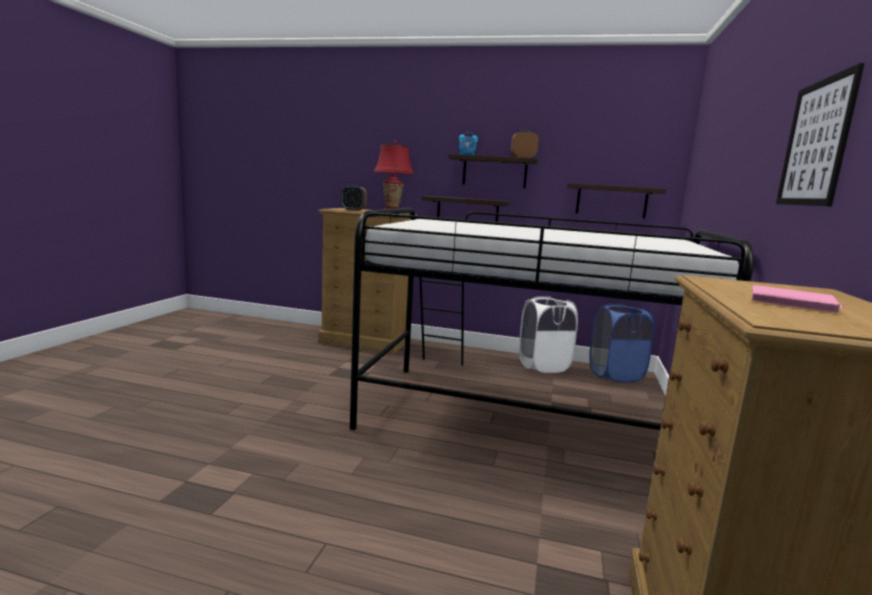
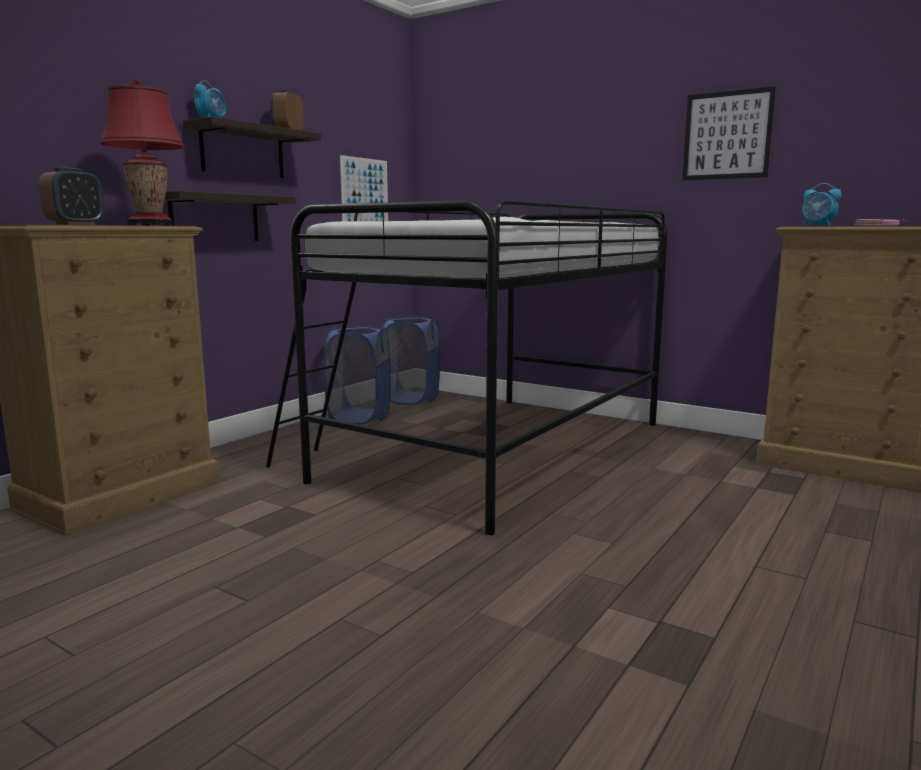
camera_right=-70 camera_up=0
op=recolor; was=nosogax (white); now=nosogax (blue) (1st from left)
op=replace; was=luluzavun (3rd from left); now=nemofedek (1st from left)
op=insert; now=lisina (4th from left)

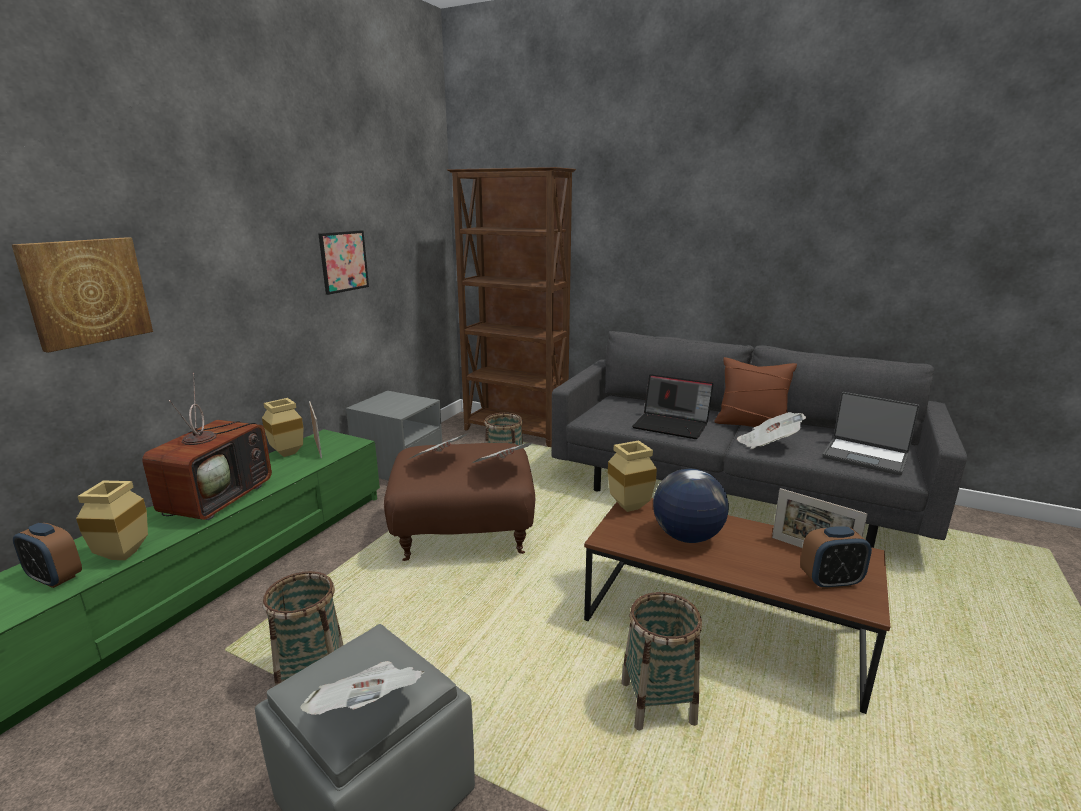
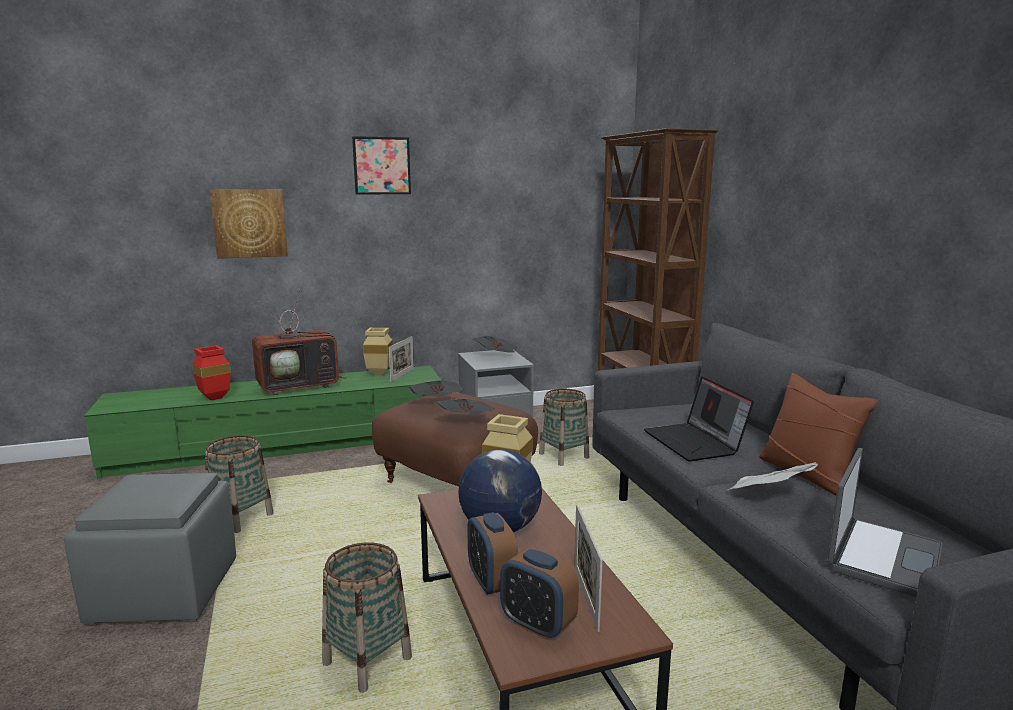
camera_right=45 camera_up=-5
op=recolor; was=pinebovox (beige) (1st from left); now=pinebovox (red)
op=move; was=nemofedek (2nd from left)
op=move; was=lisina (1st from left)
op=move; was=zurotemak (1st from left in the first image); now=zurotemak (3rd from left)
op=rotate; was=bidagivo (2nd from left); clockwise=-135

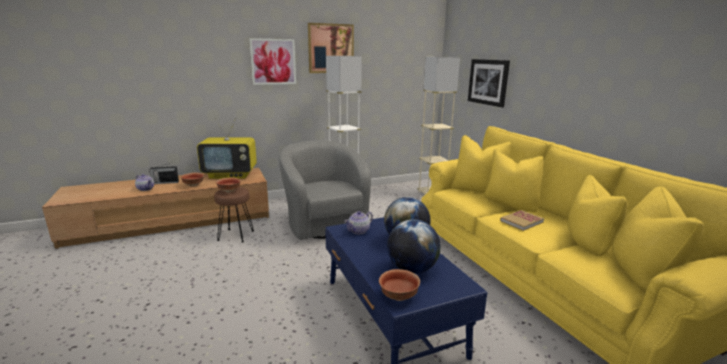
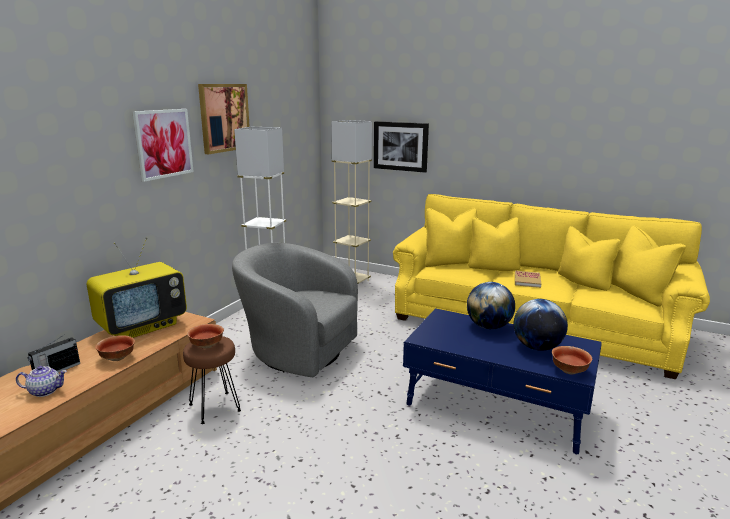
camera_right=-40 camera_up=0
op=delete; was=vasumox (2nd from left)

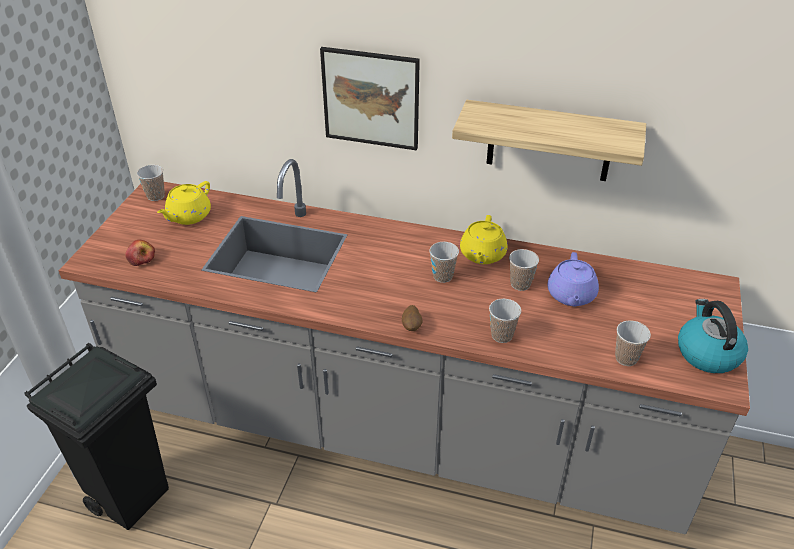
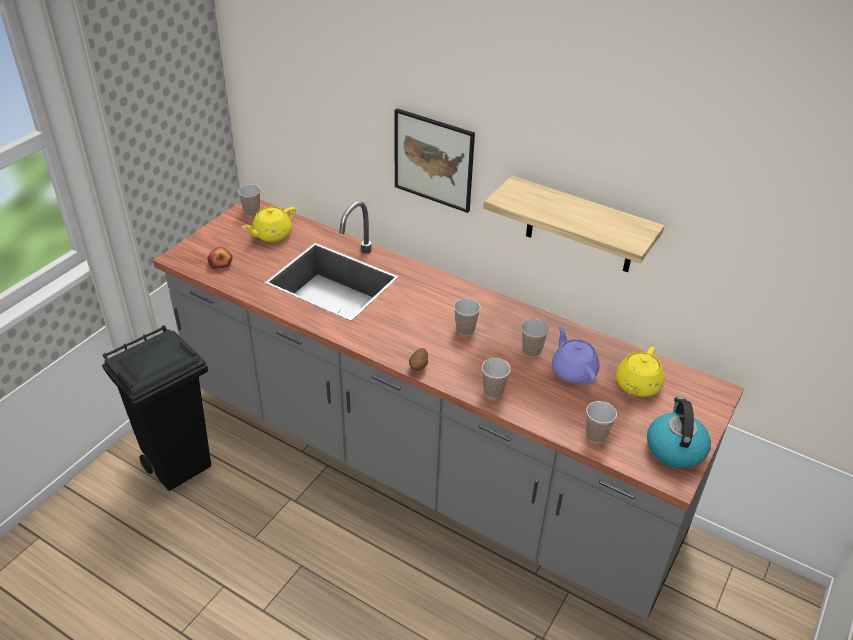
camera_right=15 camera_up=0
op=rotate; was=vasumox (purple); clockwise=135
op=move; was=vasumox (yellow) (2nd from left)

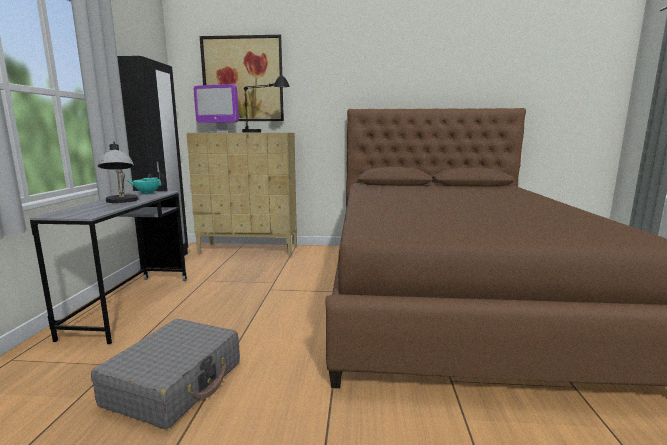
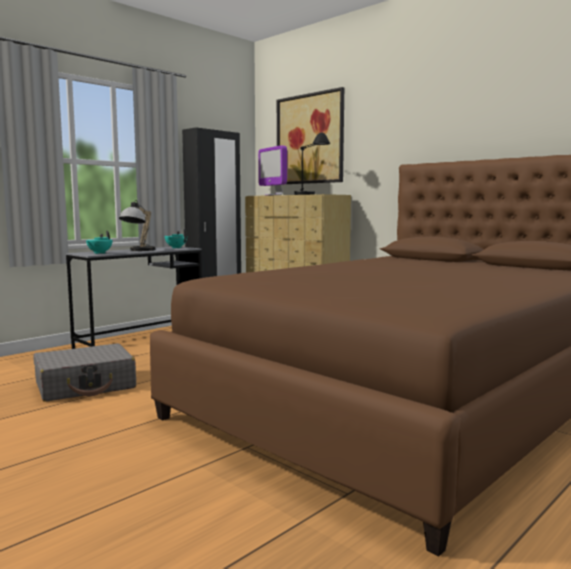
camera_right=40 camera_up=-5
op=insert; now=vasumox (turquoise) (1st from left)

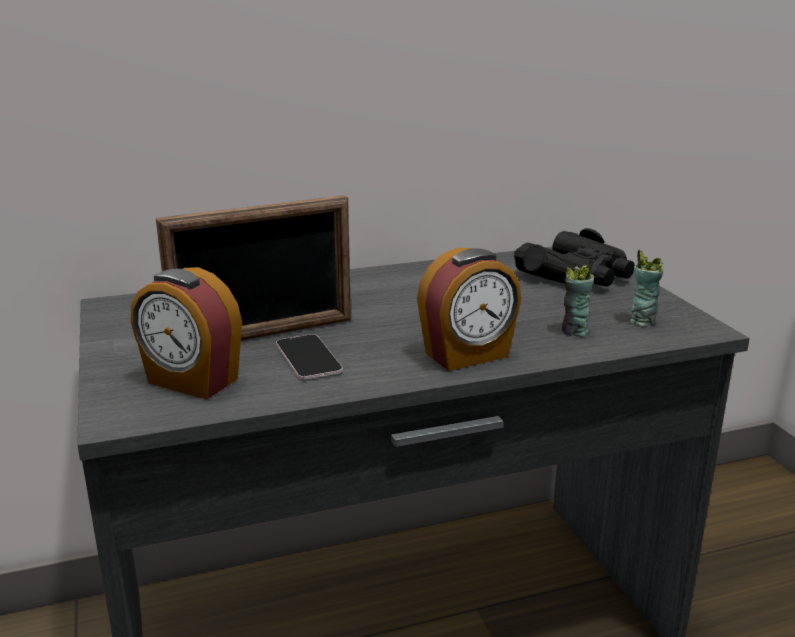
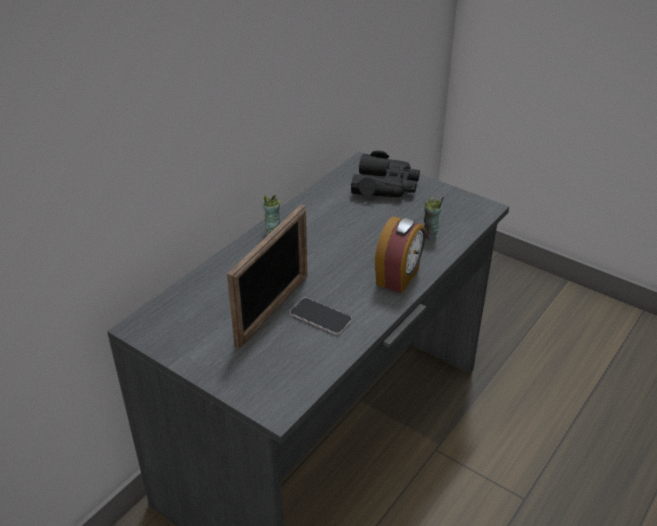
camera_right=-35 camera_up=15
op=move; was=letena (2nd from left in the first image); now=letena (1st from left)
op=delete; was=lisina (1st from left)

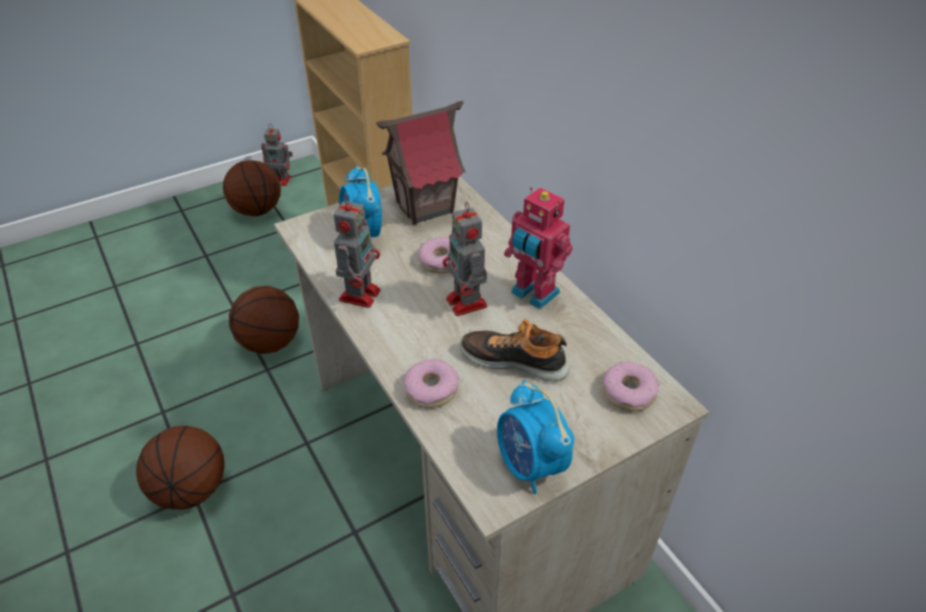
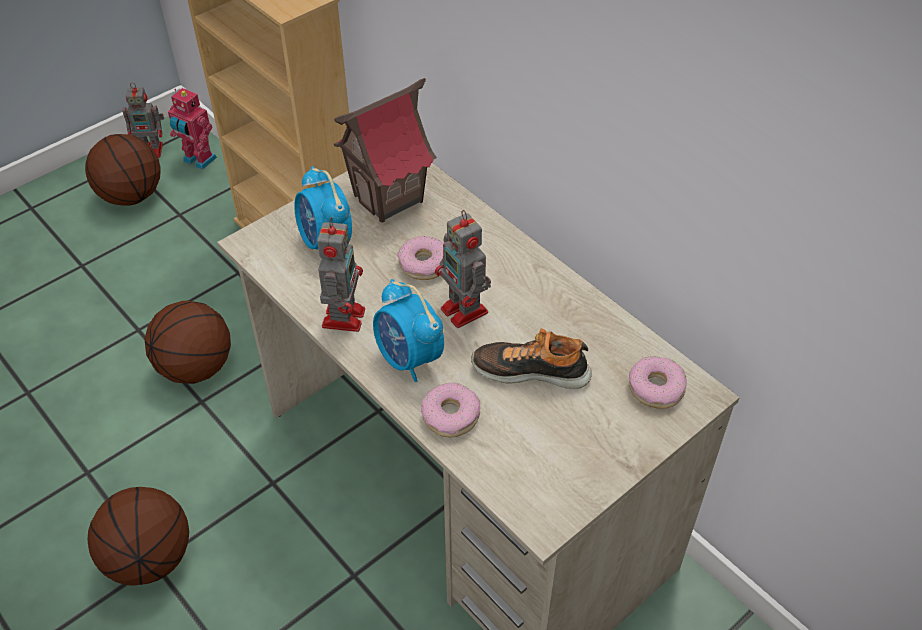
camera_right=-10 camera_up=5
op=move; was=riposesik (4th from left in the first image); now=riposesik (2nd from left)
op=move; was=lisina (2nd from left)

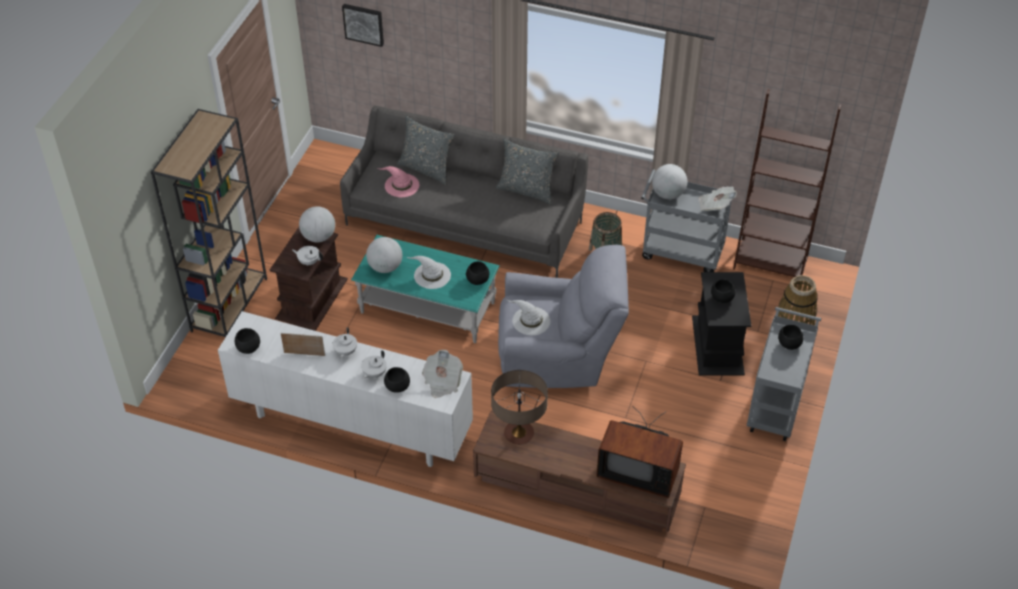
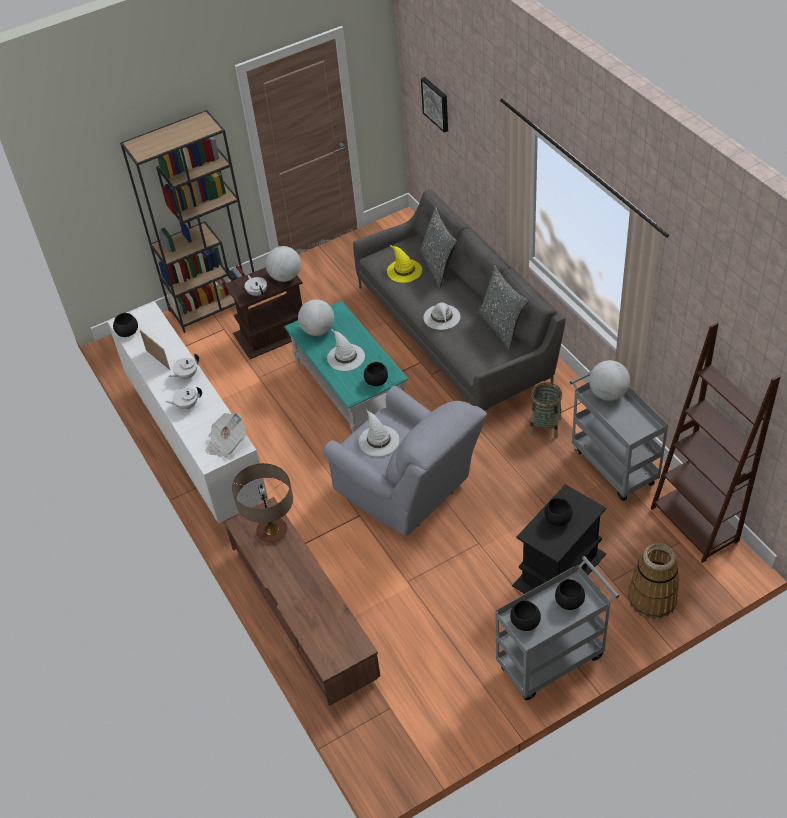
camera_right=45 camera_up=0
op=recolor; was=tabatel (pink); now=tabatel (yellow)
op=insert; now=tabatel (white) (3rd from left)
op=move; was=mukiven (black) (2nd from left in the first image); now=mukiven (black) (3rd from left)
op=delete; was=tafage
op=delete; was=zurotemak (2nd from left)

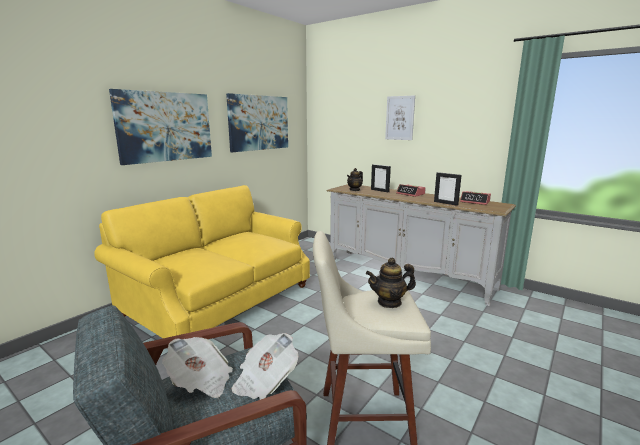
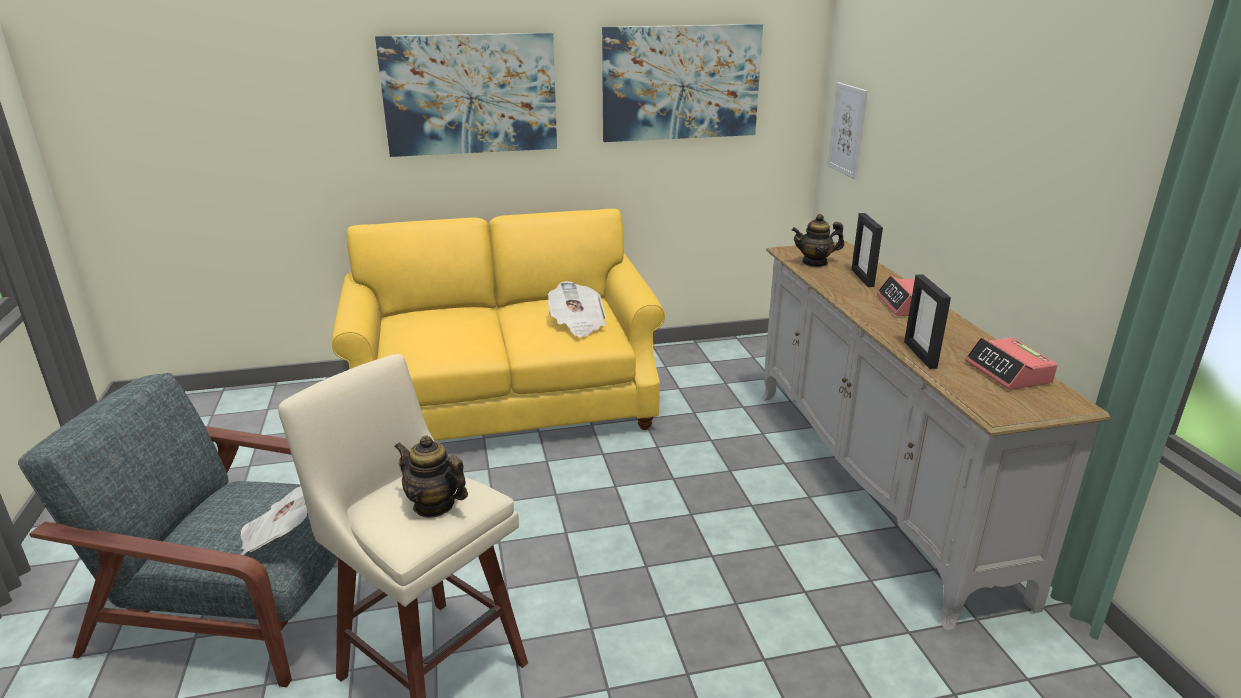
camera_right=40 camera_up=10
op=move; was=zurotemak (1st from left in the first image); now=zurotemak (2nd from left)
op=move; was=nemofedek (3rd from left)

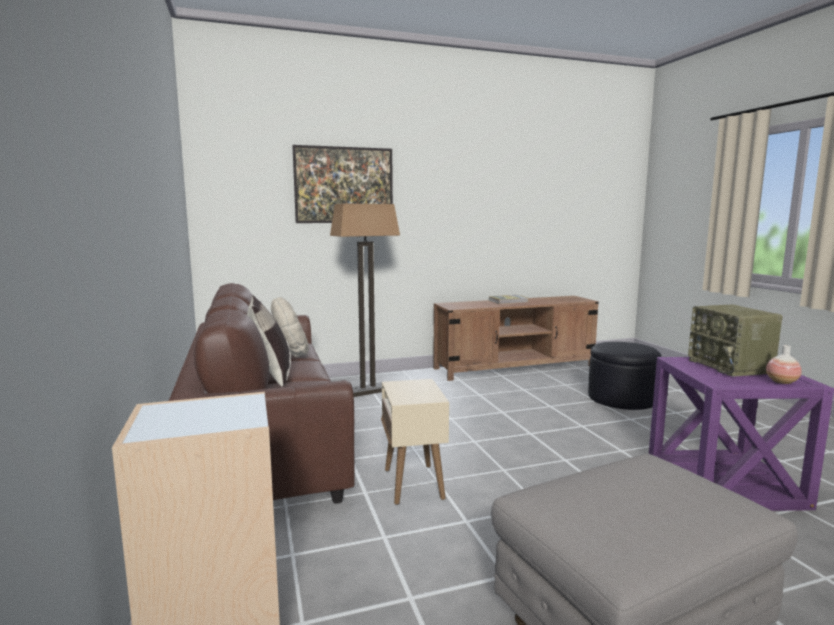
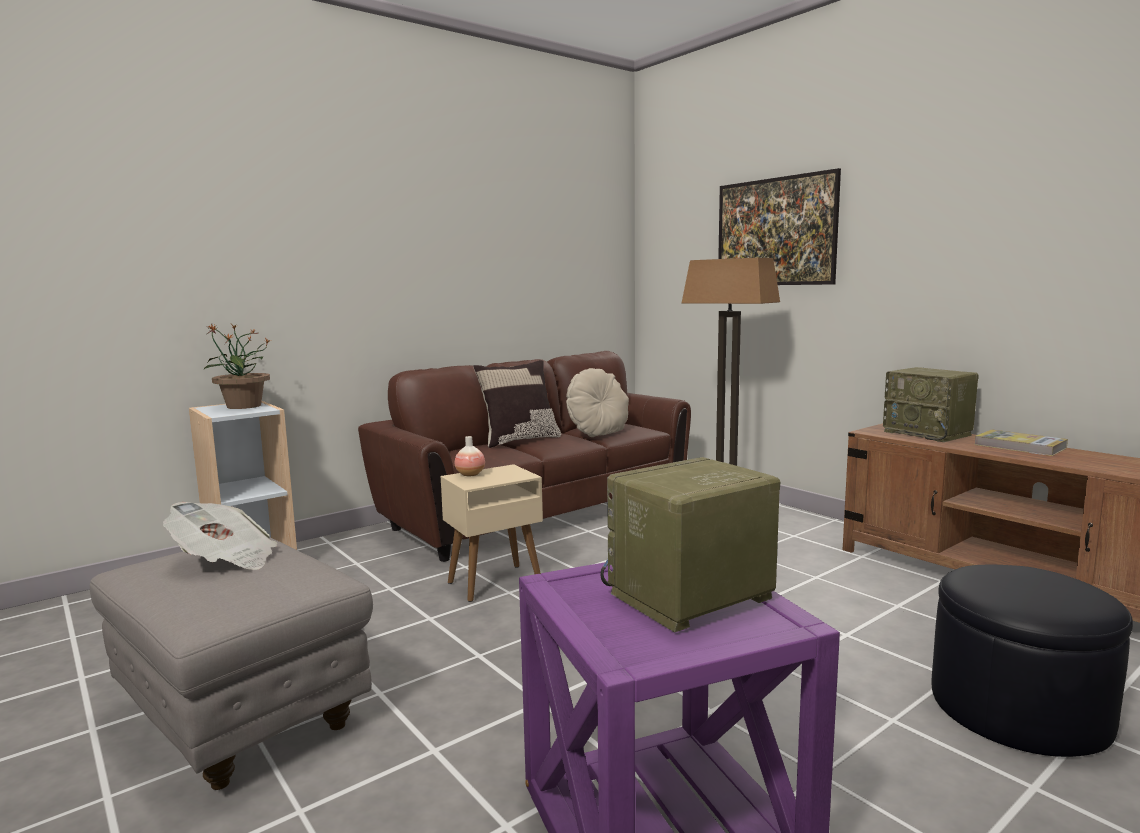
camera_right=70 camera_up=0
op=insert; now=zurotemak
op=insert; now=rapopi
op=move; was=pinebovox
op=insert; now=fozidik (2nd from left)

